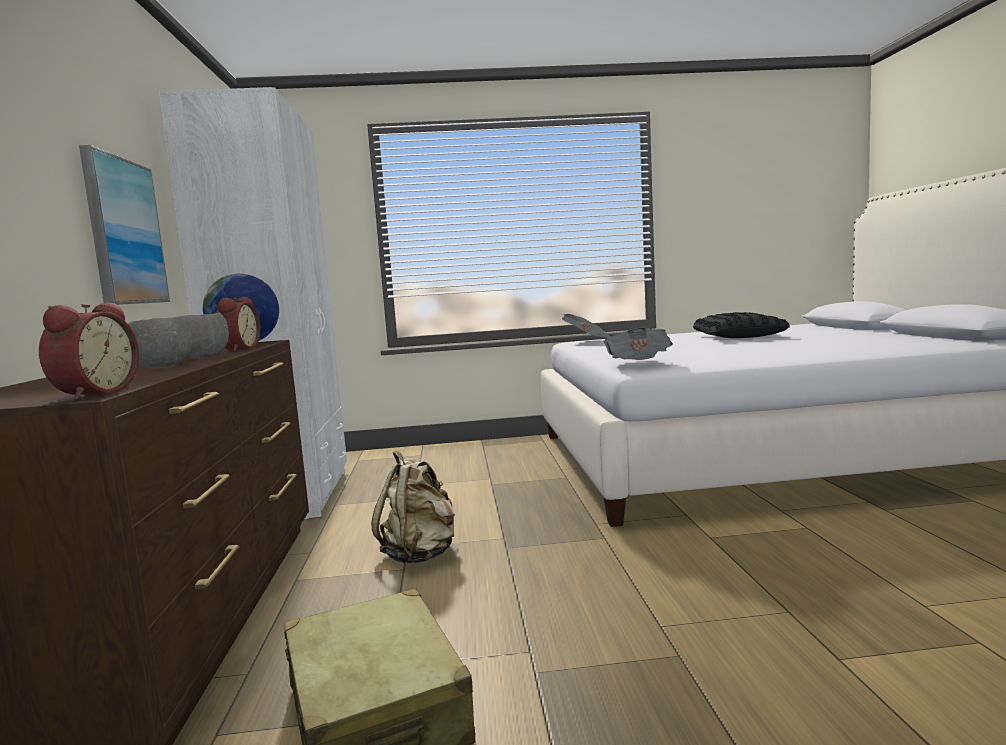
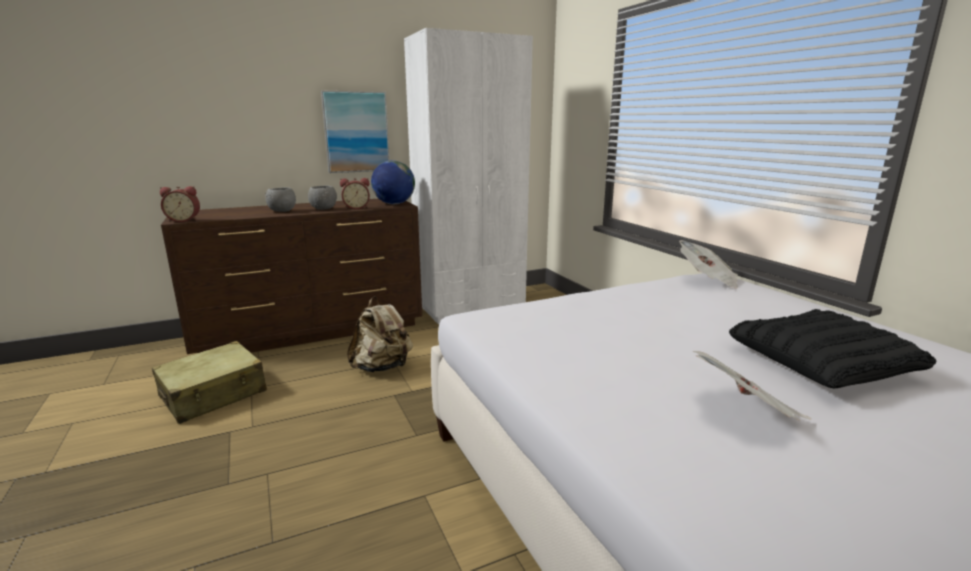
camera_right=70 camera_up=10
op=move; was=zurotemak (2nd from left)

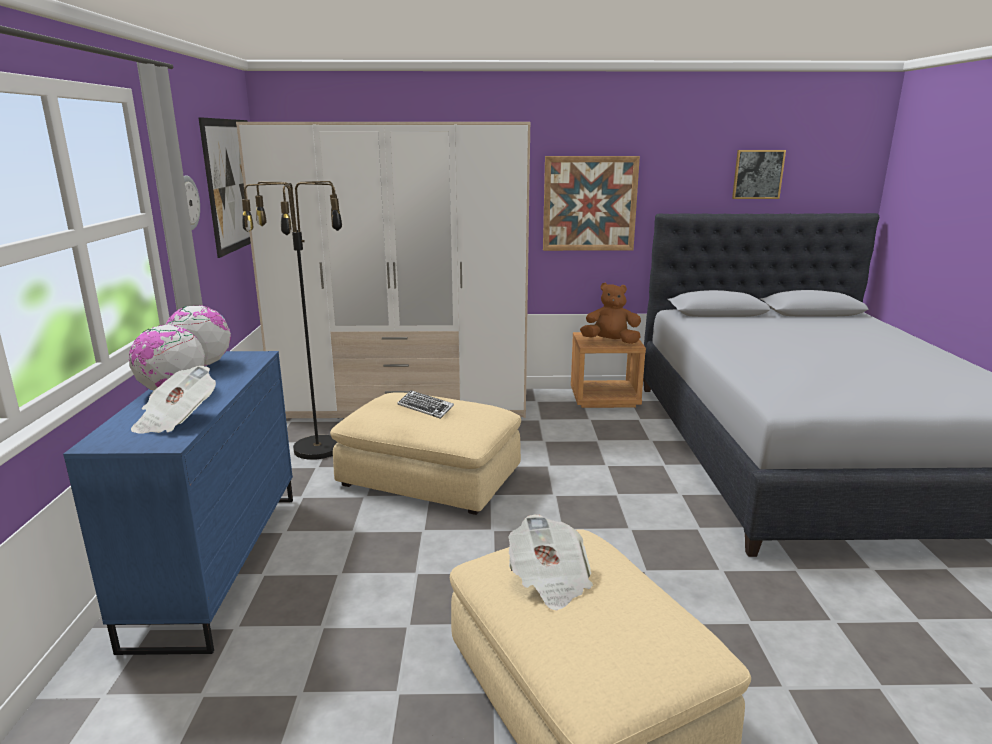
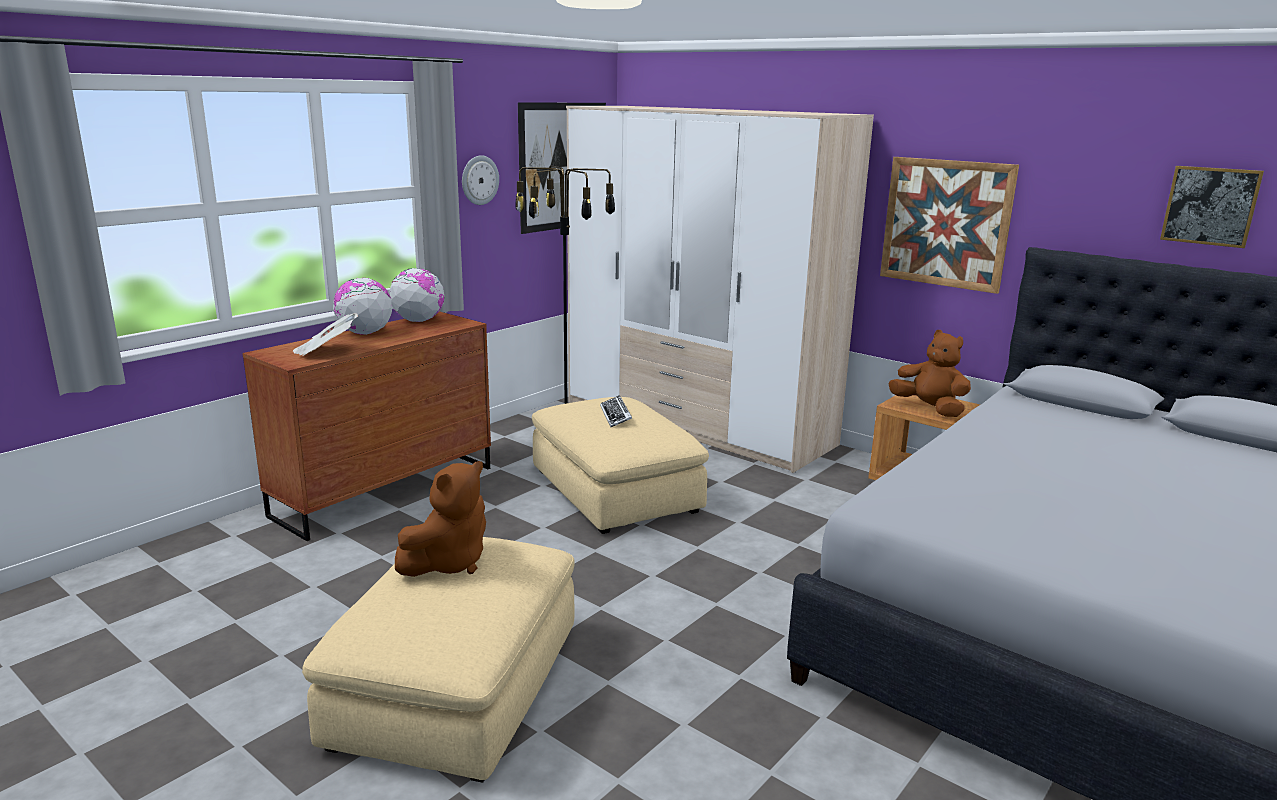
camera_right=40 camera_up=0
op=recolor; was=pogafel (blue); now=pogafel (brown)
op=replace; was=zurotemak (2nd from left); now=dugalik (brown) (1st from left)

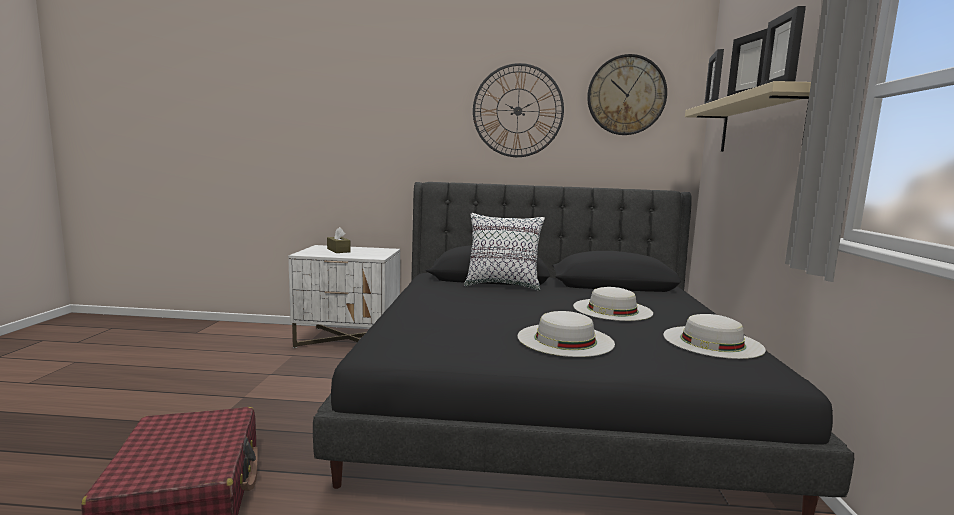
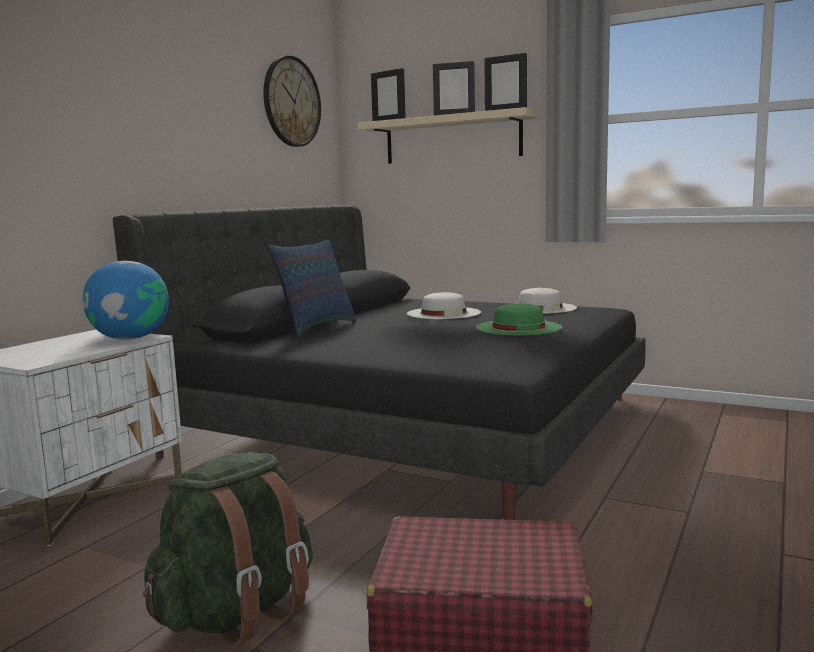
camera_right=-65 camera_up=0
op=insert; now=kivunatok
op=insert; now=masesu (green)
op=recolor; was=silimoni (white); now=silimoni (blue)
op=recolor; was=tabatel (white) (1st from left); now=tabatel (green)
op=delete; was=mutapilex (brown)
op=delete; was=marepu (1st from left)

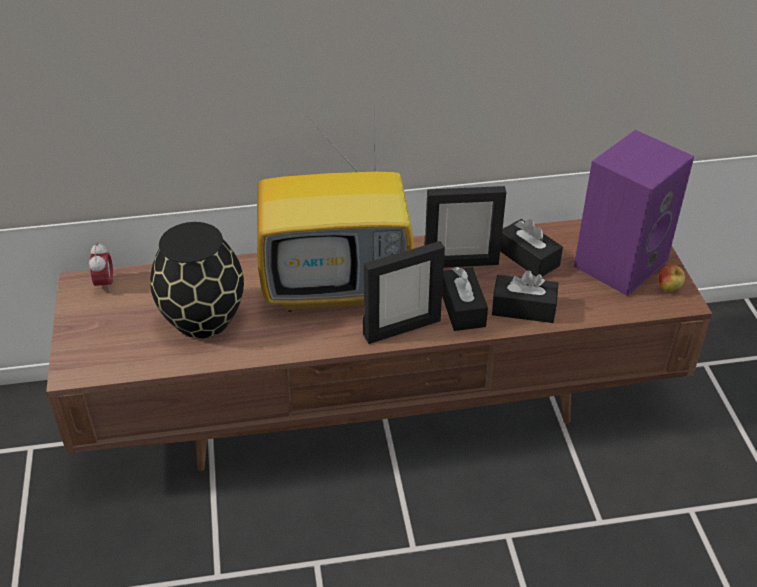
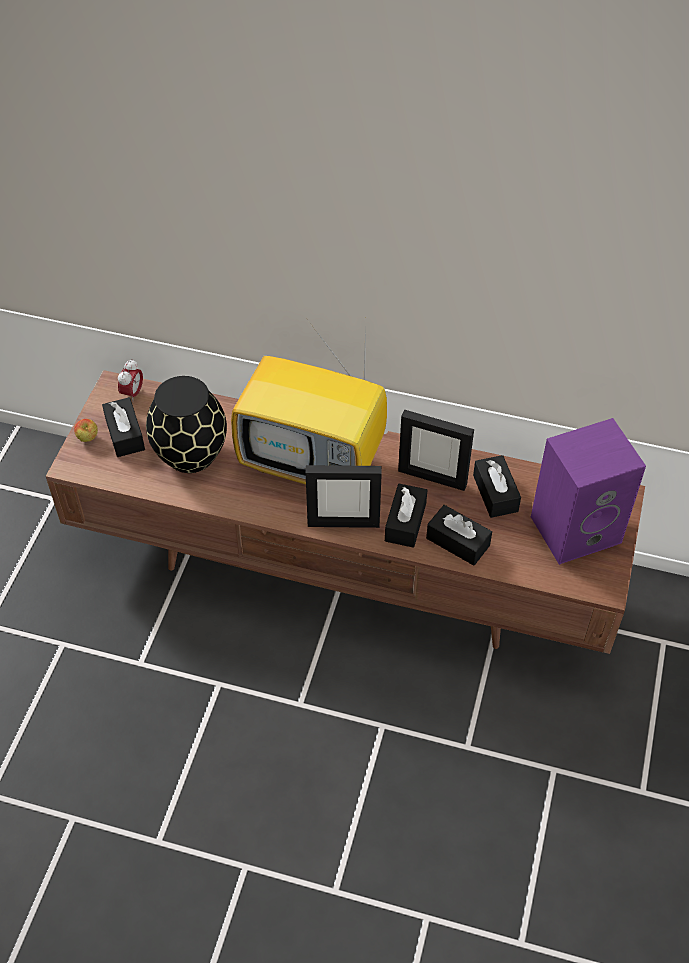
camera_right=25 camera_up=10
op=move; was=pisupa
op=insert; now=mutapilex (black) (1st from left)

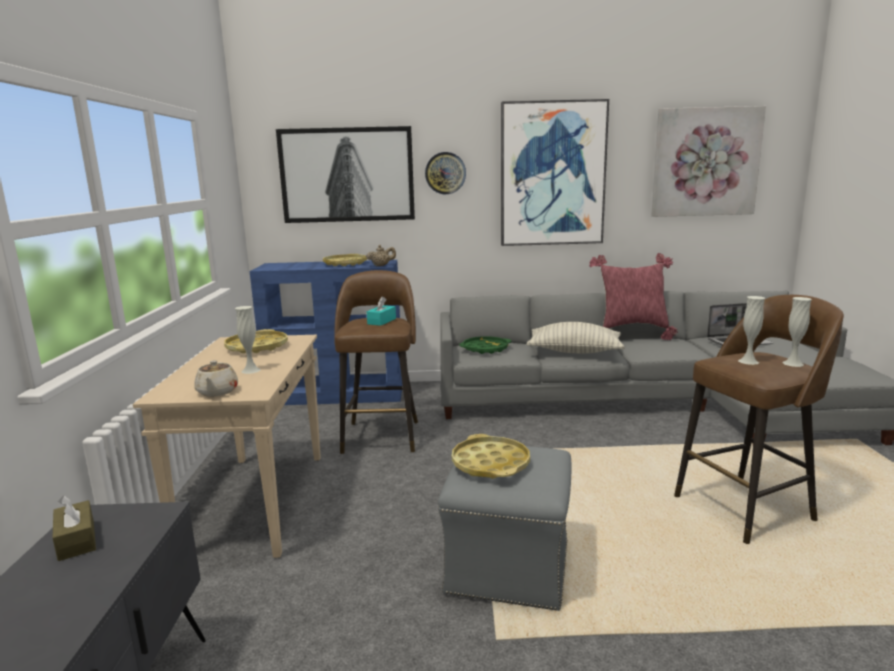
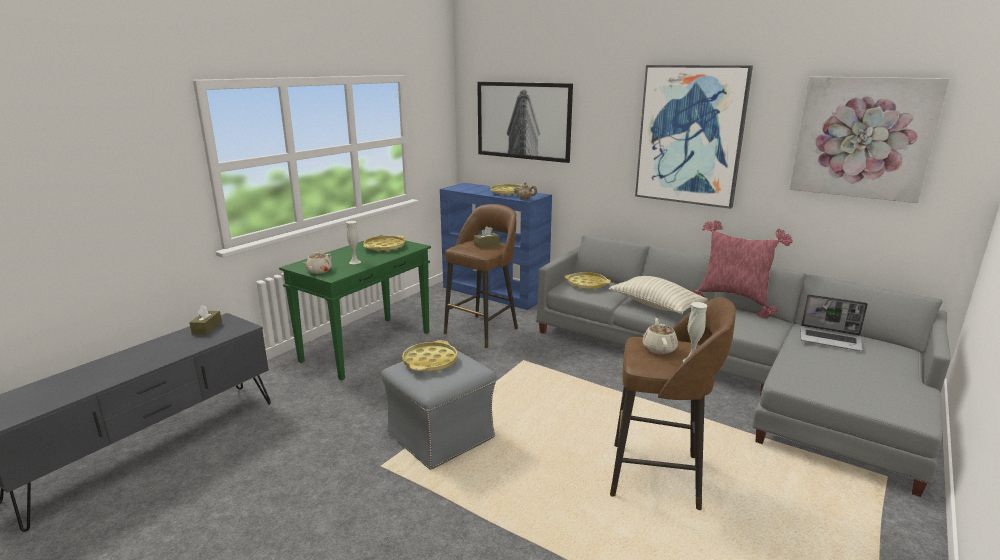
camera_right=35 camera_up=5
op=recolor; was=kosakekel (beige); now=kosakekel (green)
op=recolor; was=mutapilex (turquoise); now=mutapilex (brown) (2nd from left)
op=recolor; was=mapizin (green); now=mapizin (yellow) (4th from left)
op=replace; was=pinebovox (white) (2nd from left); now=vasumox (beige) (3rd from left)
op=delete; was=marepu

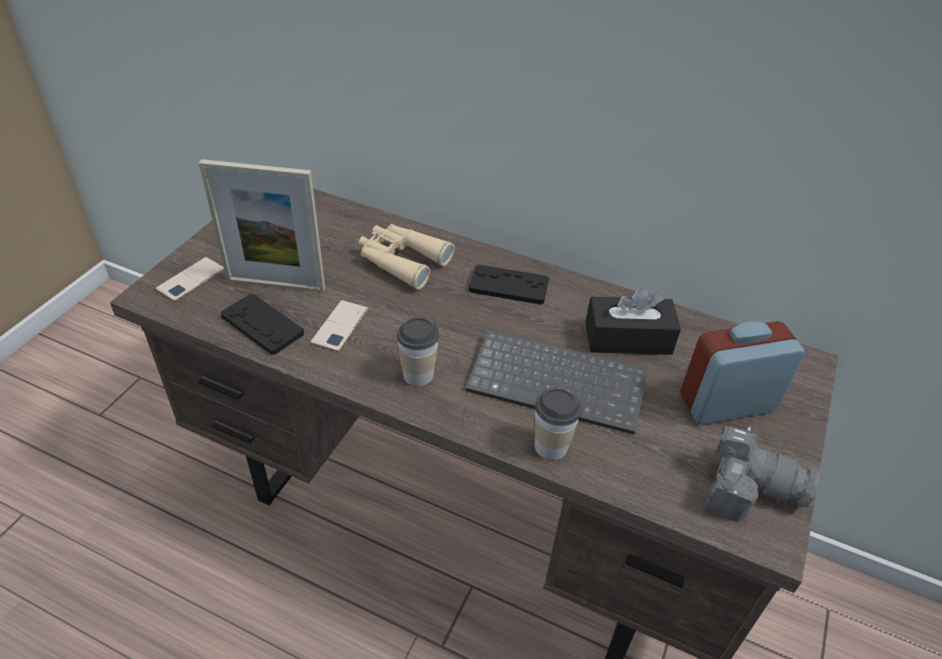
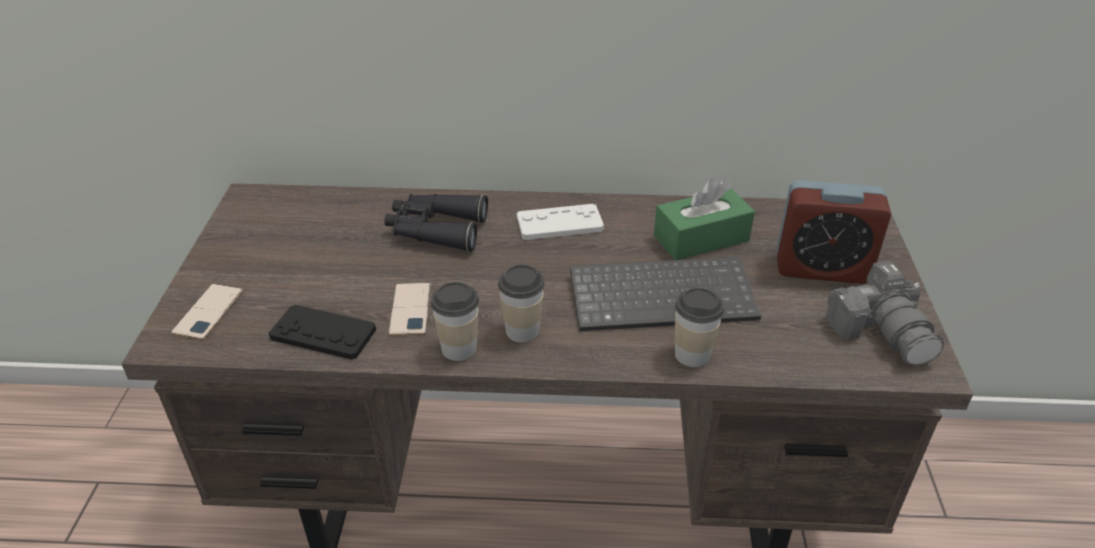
camera_right=-20 camera_up=-5
op=recolor; was=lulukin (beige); now=lulukin (black)
op=insert; now=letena (1st from left)
op=recolor; was=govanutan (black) (2nd from left); now=govanutan (white)
op=recolor; was=mutapilex (black); now=mutapilex (green)
op=rotate; was=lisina; clockwise=-135
op=rotate; was=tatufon; clockwise=75
op=delete; was=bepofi

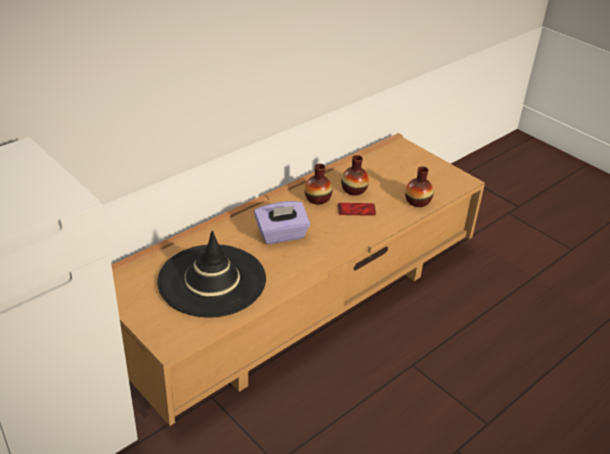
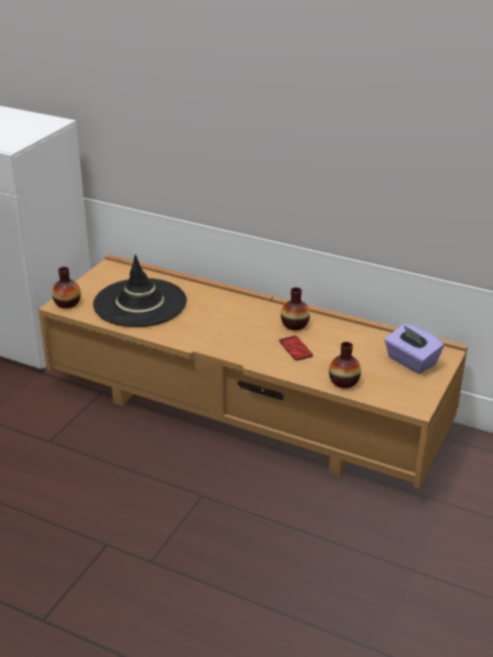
camera_right=70 camera_up=-5
op=move; was=pinebovox (2nd from left in the first image); now=pinebovox (1st from left)
op=move; was=mutapilex (purple)

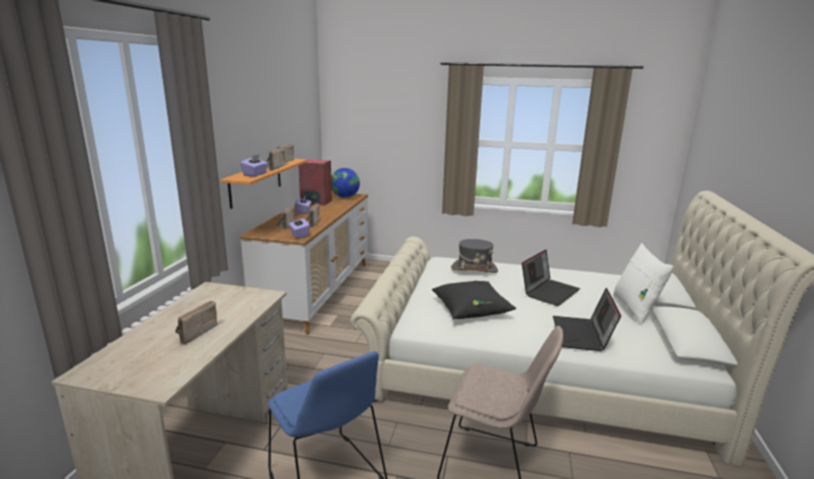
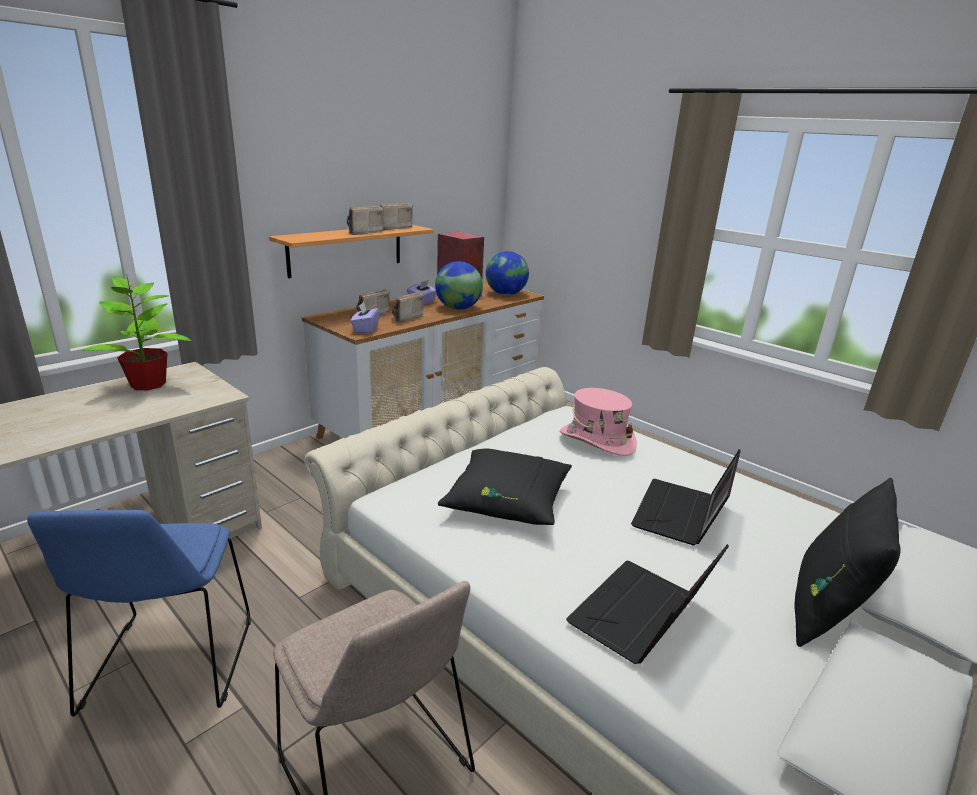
camera_right=30 camera_up=5
op=insert; now=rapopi
op=insert; now=kivunatok (1st from left)
op=recolor; was=tabatel (grey); now=tabatel (pink)
op=rotate; was=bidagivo (1st from left in the first image); clockwise=135
op=recolor; was=silimoni (white); now=silimoni (black) (2nd from left)
op=delete; was=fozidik (1st from left)
op=delete; was=mutapilex (purple) (1st from left)

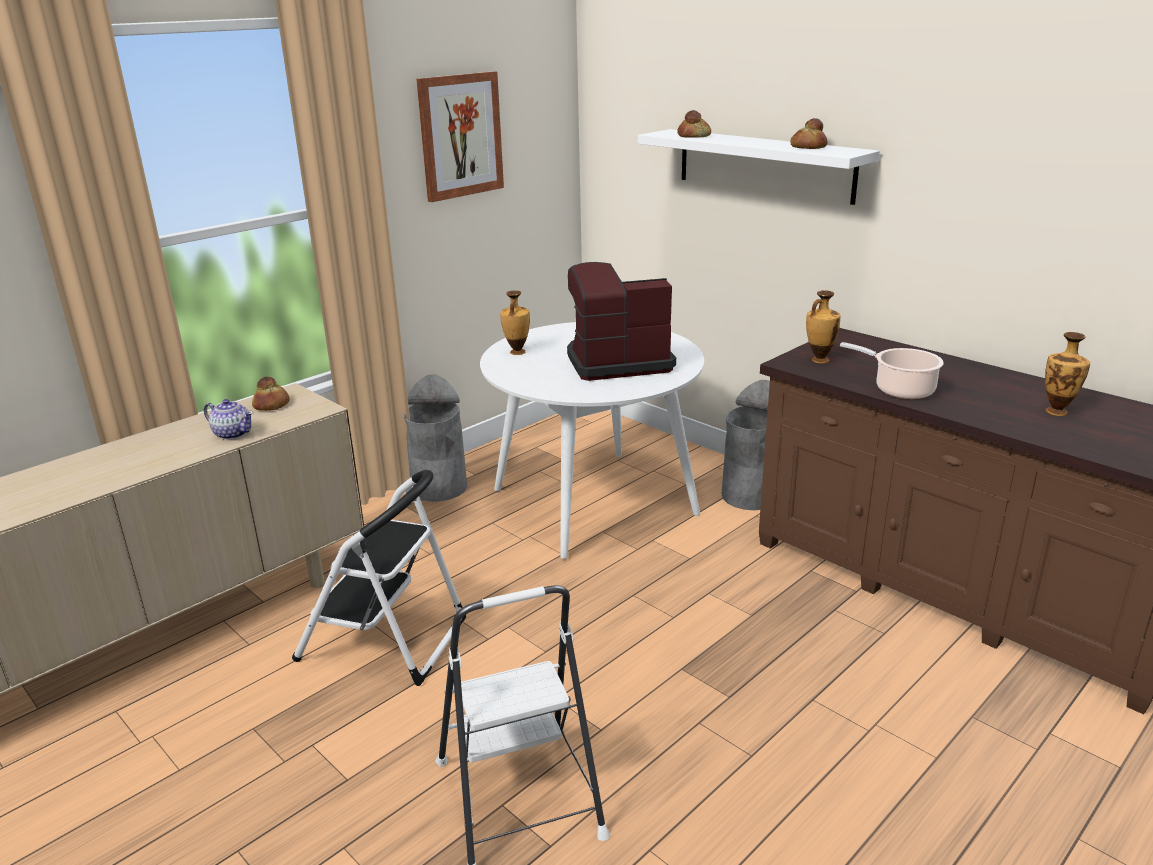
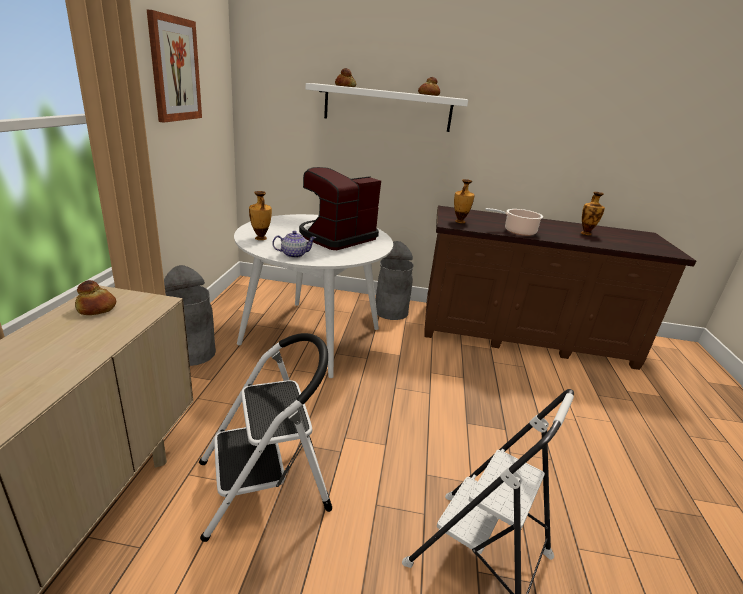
camera_right=-40 camera_up=0
op=move; was=vasumox

